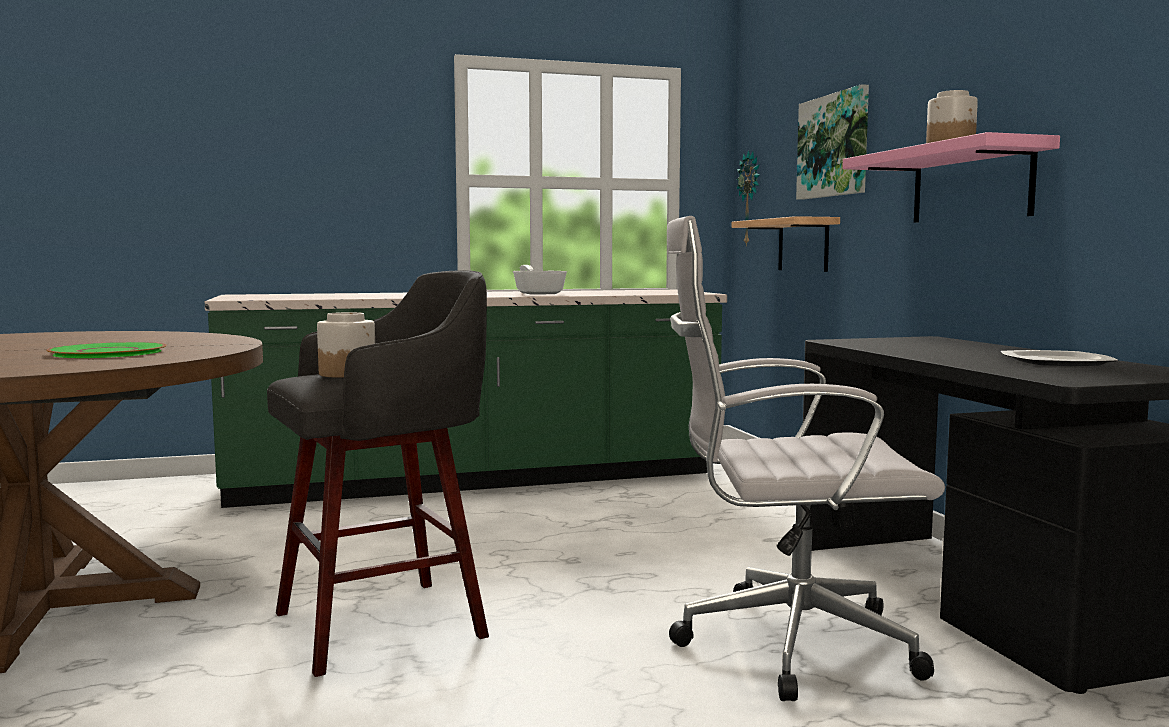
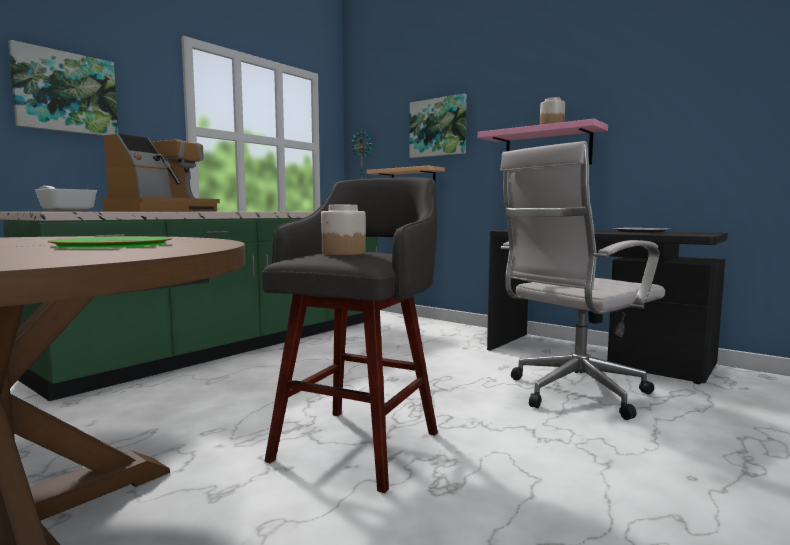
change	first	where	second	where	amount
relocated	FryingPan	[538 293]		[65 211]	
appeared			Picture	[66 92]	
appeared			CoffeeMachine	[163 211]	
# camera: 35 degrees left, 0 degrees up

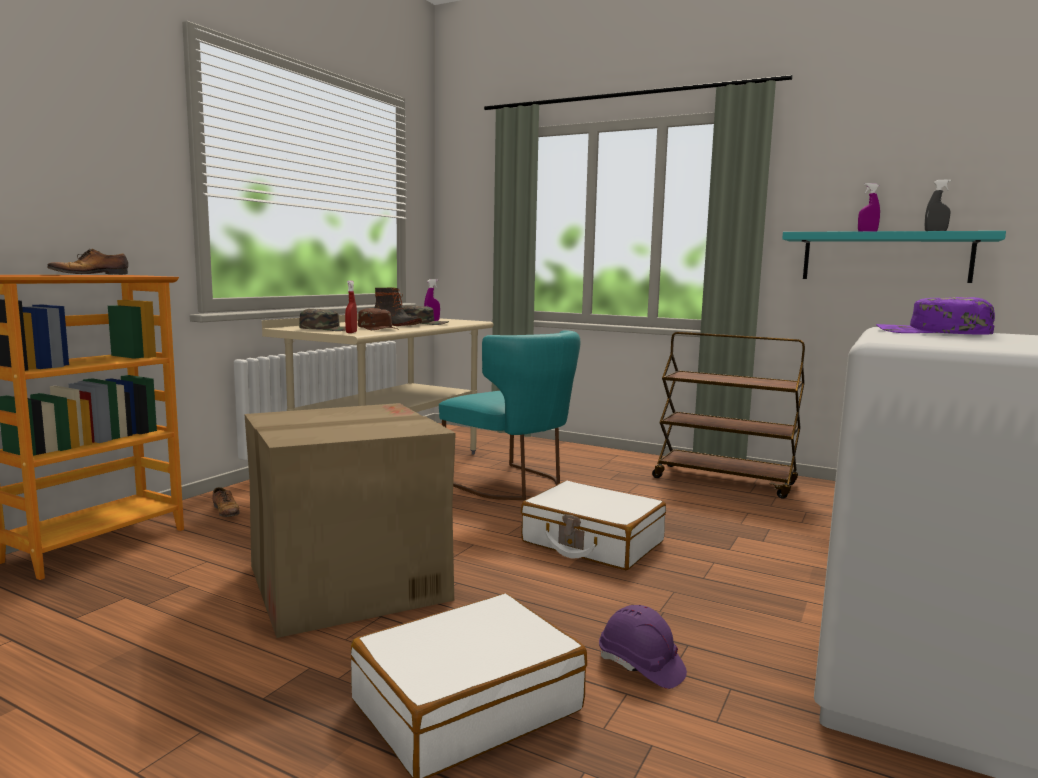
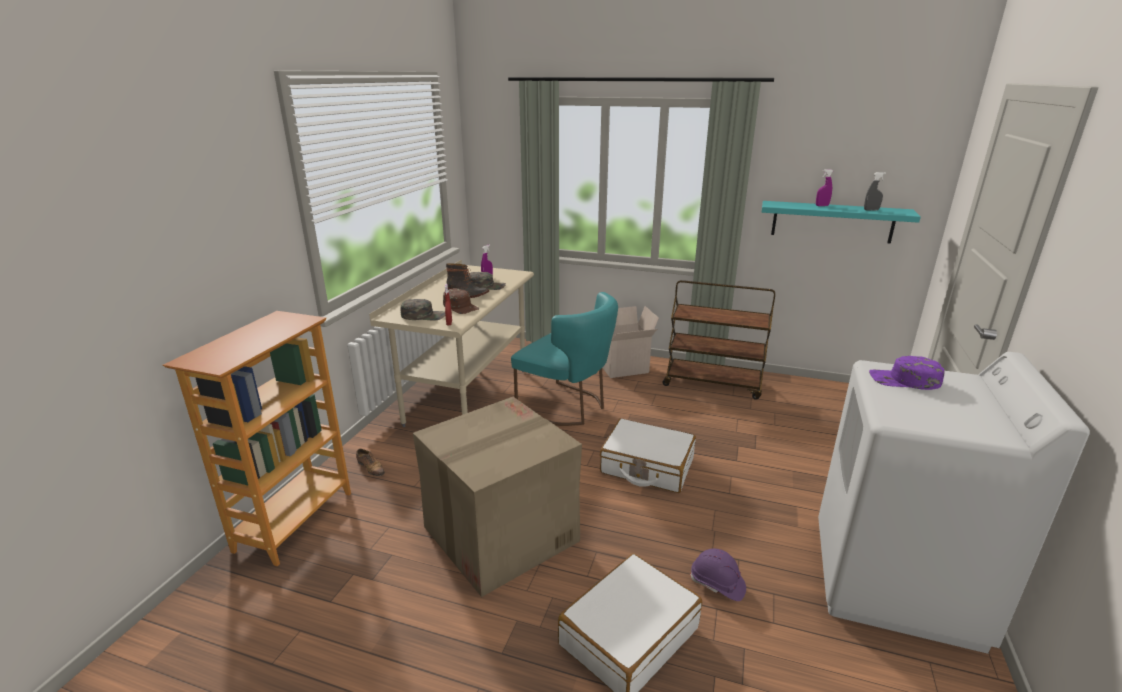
change	first	where	second	where	amount
missing	Shoe	[91 275]			
appeared			CardboardBox	[623 368]	
# camera: 10 degrees left, 15 degrees up

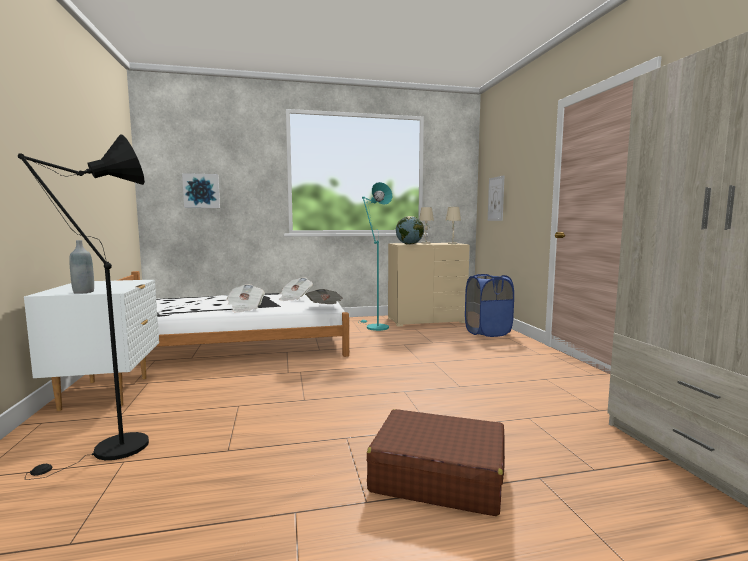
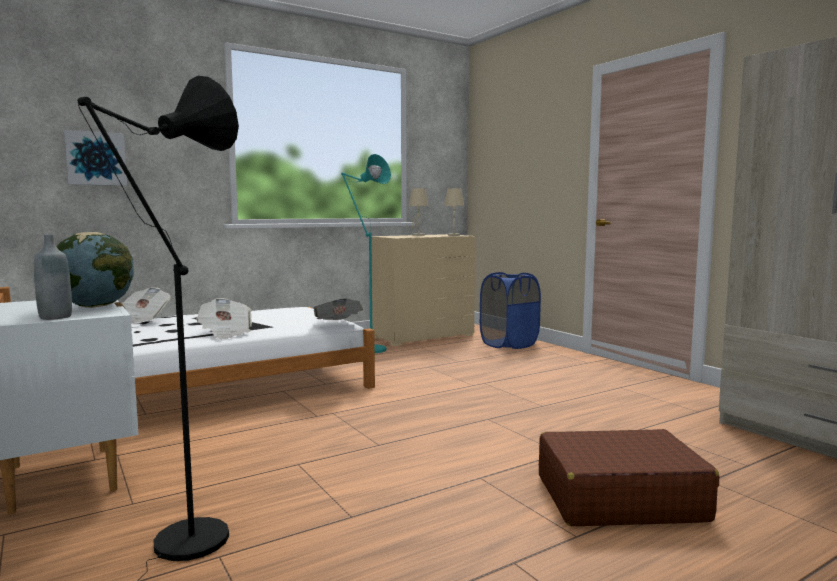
change	first	where	second	where	amount
missing	Picture	[496 199]			
relocated	Globe	[409 244]		[95 306]	
relocated	Newspaper	[295 298]		[142 319]	
# camera: 20 degrees left, 0 degrees up

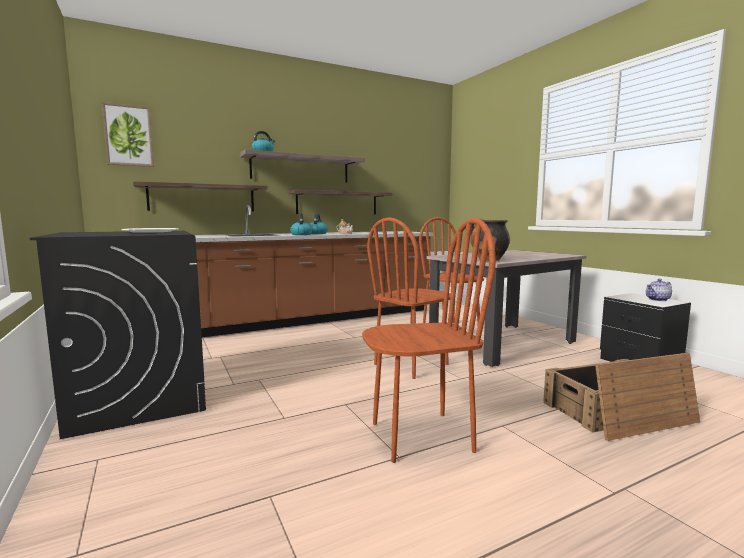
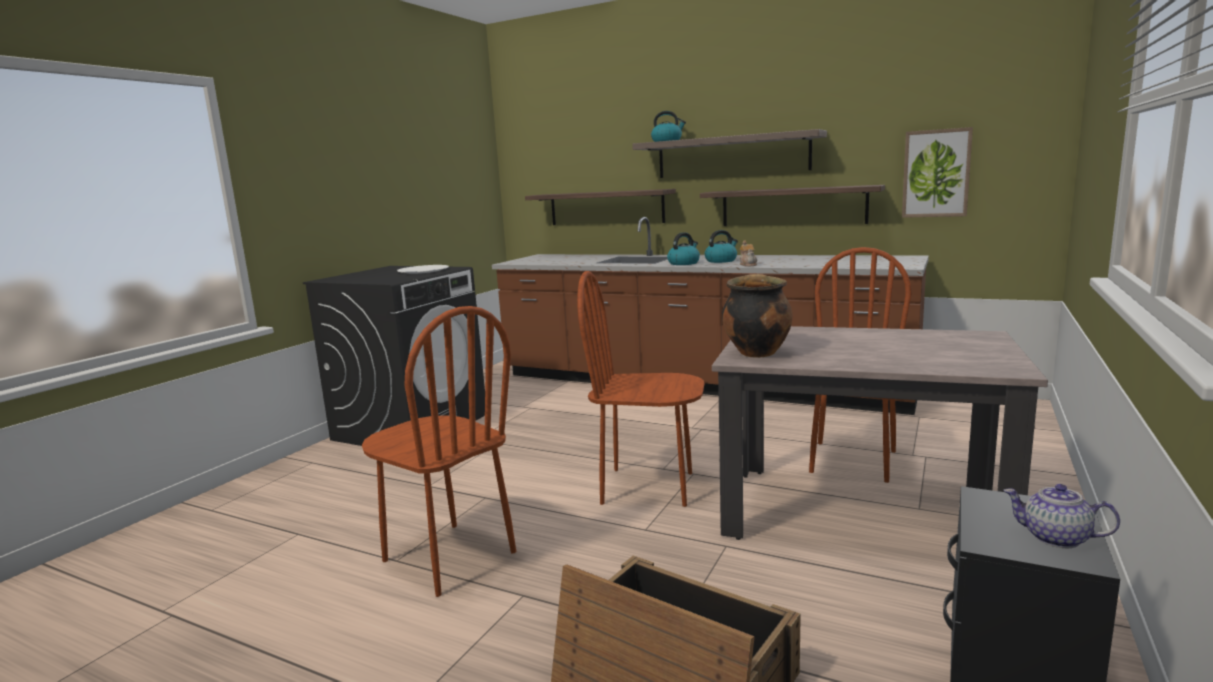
change	first	where	second	where	amount
relocated	Picture	[128 135]		[936 173]	
# camera: 55 degrees right, 5 degrees up

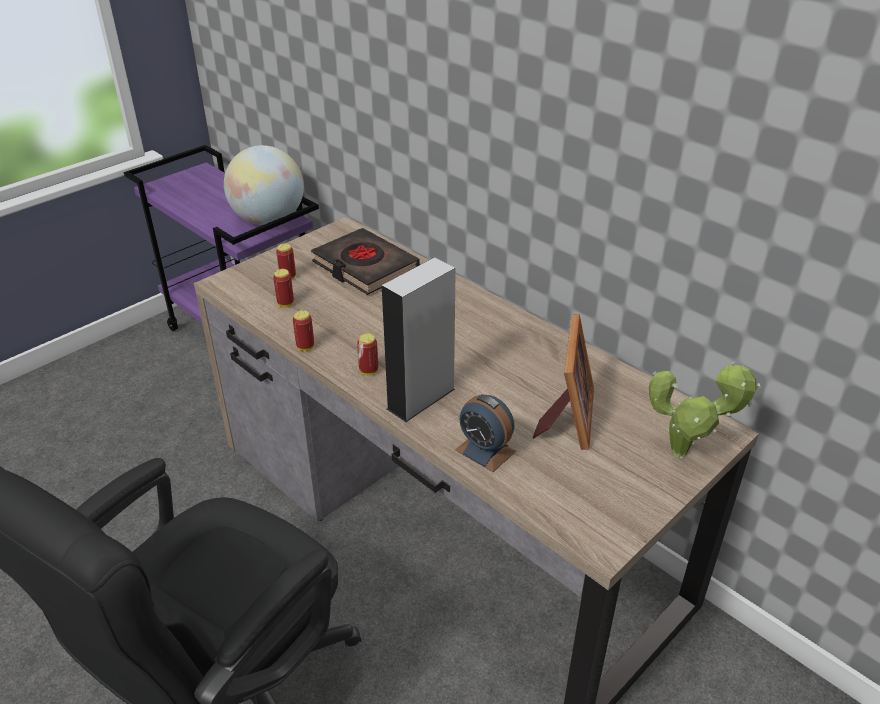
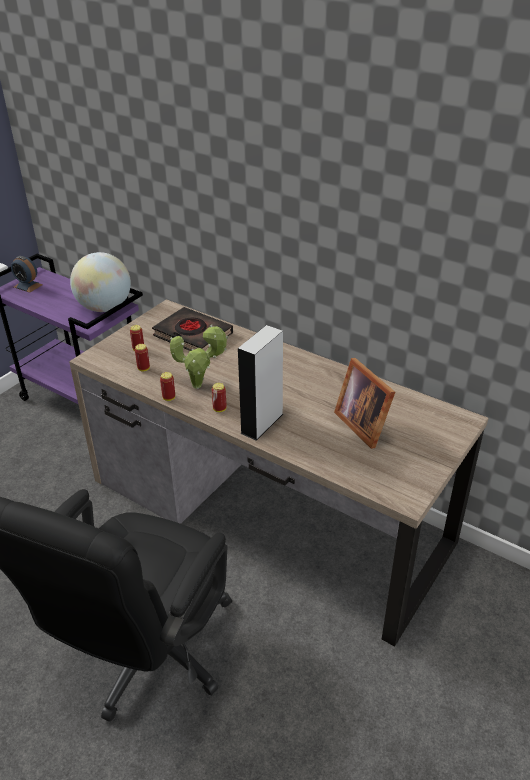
change	first	where	second	where	amount
spun	PictureFrame	[566 418]		[363 424]	150 degrees clockwise
relocated	PottedPlant	[685 453]		[200 385]	
relocated	AlarmClock	[485 450]		[28 286]	
# camera: 10 degrees left, 0 degrees up

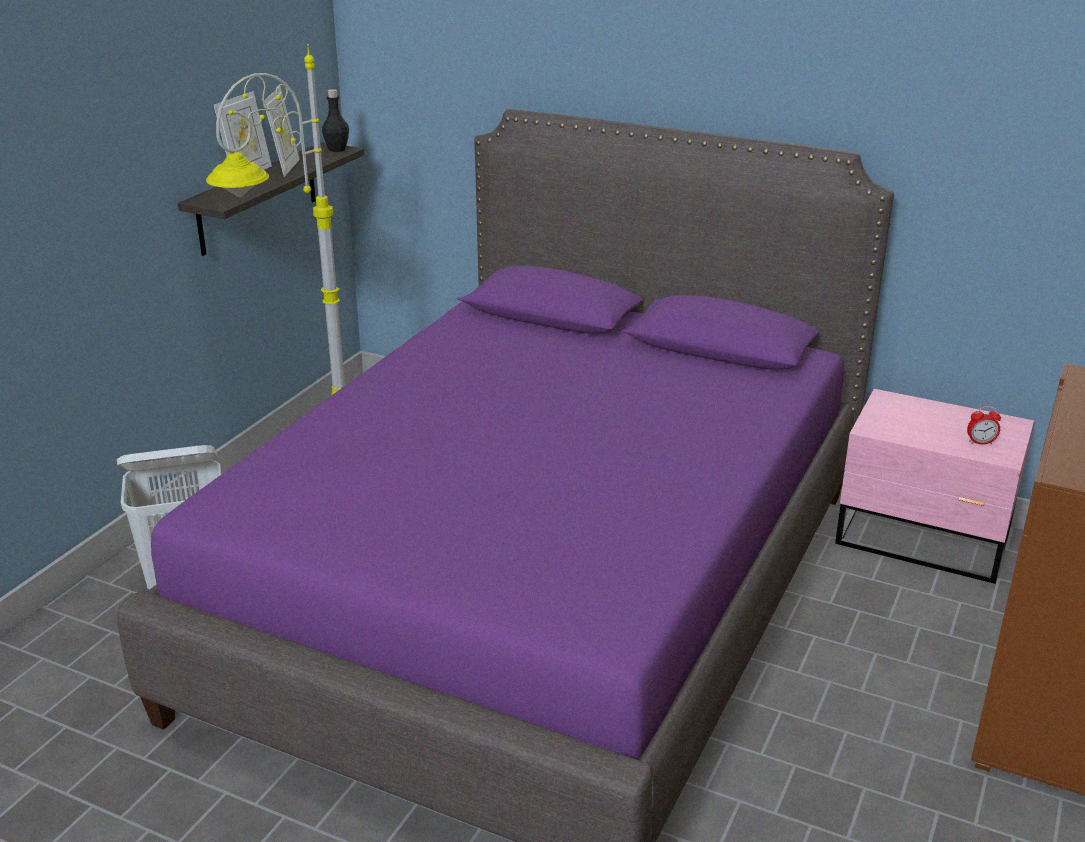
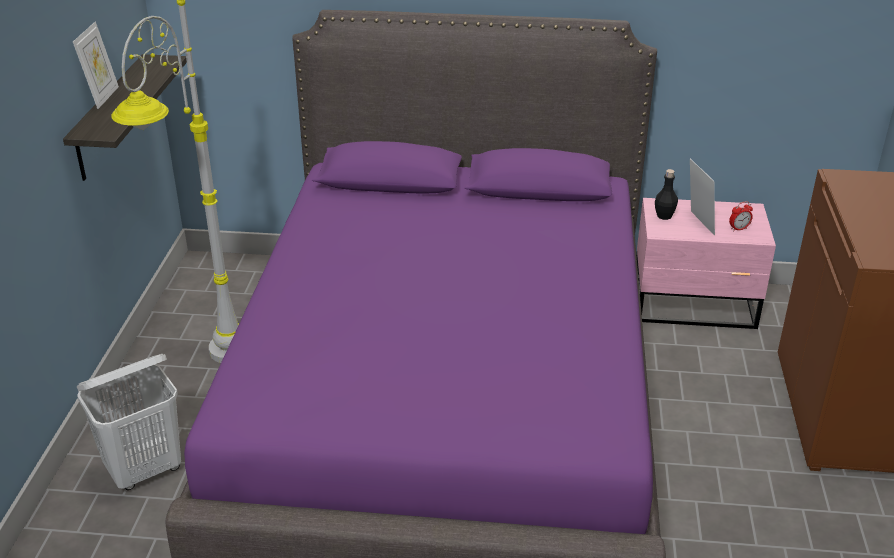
change	first	where	second	where	amount
relocated	PictureFrame	[285 167]		[698 223]	
relocated	BlackBottle	[337 149]		[664 216]	
# camera: 20 degrees left, 5 degrees up

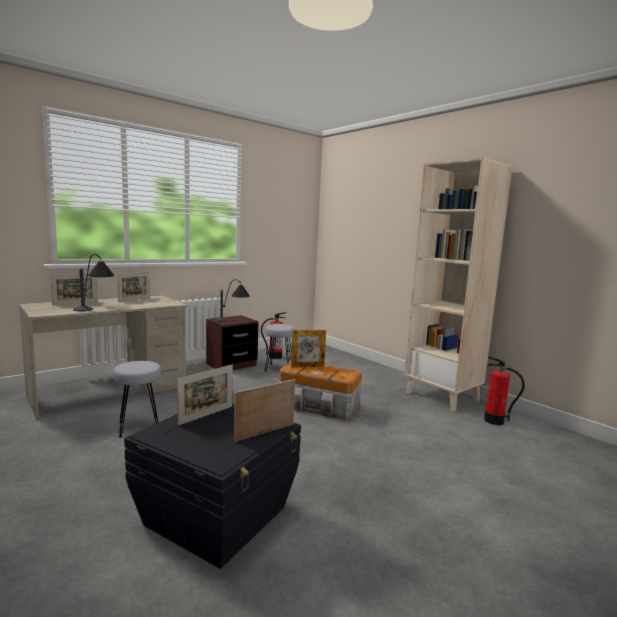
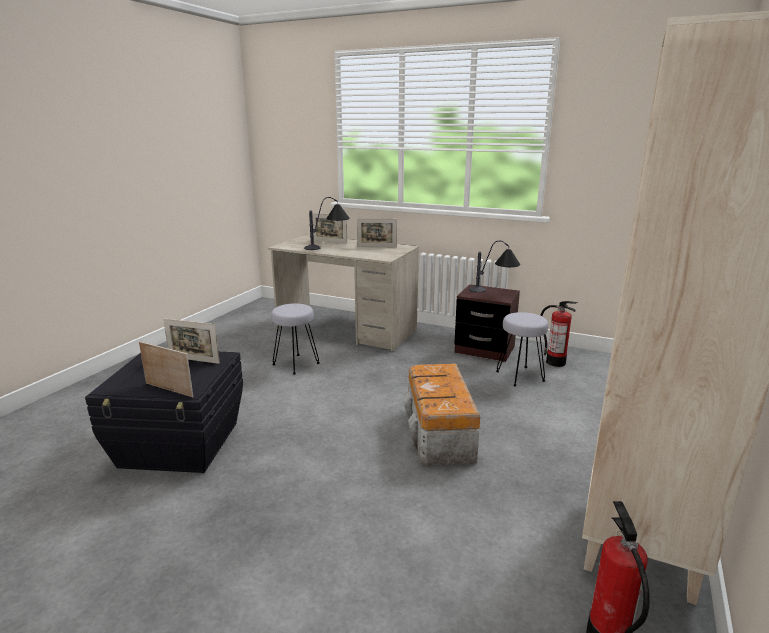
change	first	where	second	where	amount
missing	PictureFrame	[307 366]			
# camera: 65 degrees right, 10 degrees up

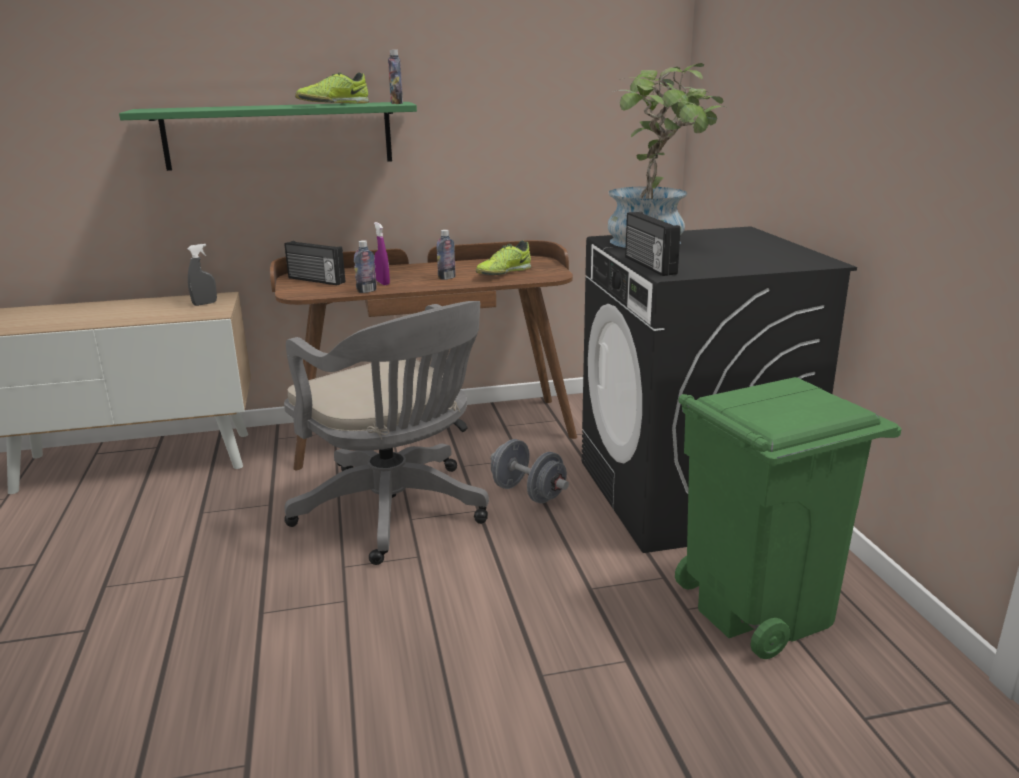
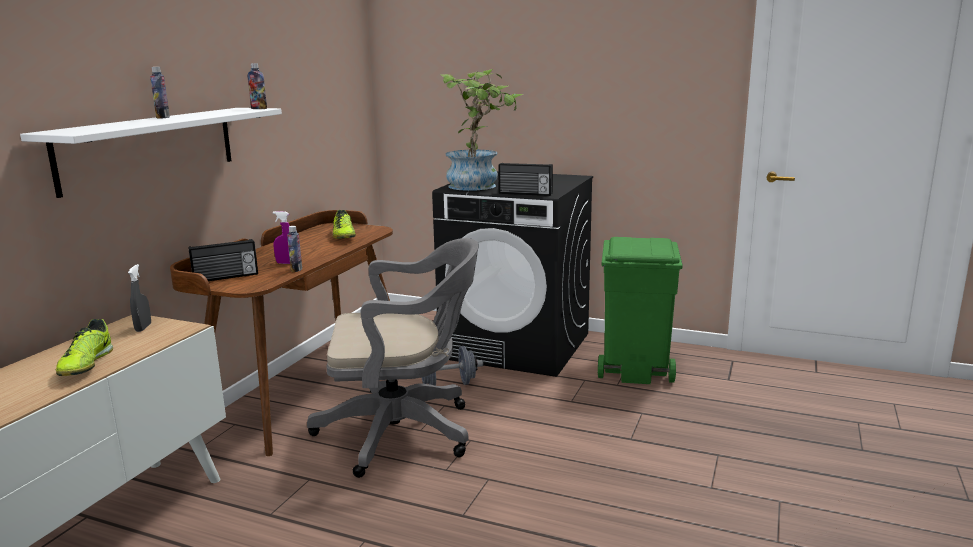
change	first	where	second	where	amount
relocated	Shoe	[333 104]		[86 365]	
colour	GreenShelf	[279 135]	WhiteShelf	[150 148]	
relocated	Bottle	[446 278]		[163 117]	
# camera: 55 degrees left, 5 degrees down

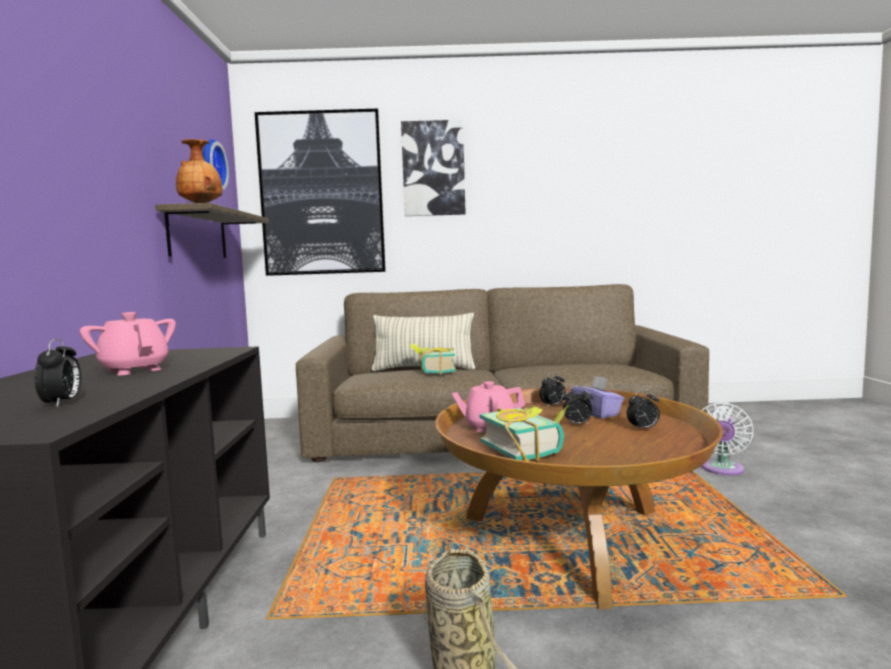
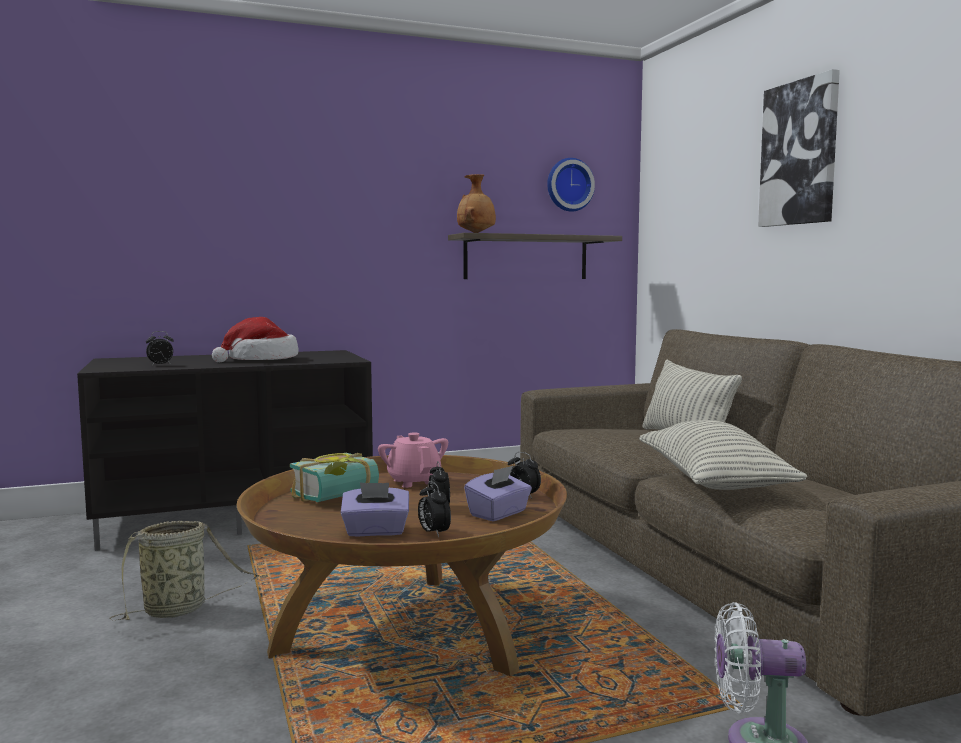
change	first	where	second	where	amount
missing	Picture	[322 194]			
exchanged	PinkTeapot	[134 370]	Hat	[261 360]	
missing	Book	[432 371]			
appeared			Pillow	[713 482]	
appeared			PurpleTissueBox	[375 531]	
# camera: 70 degrees right, 0 degrees up

